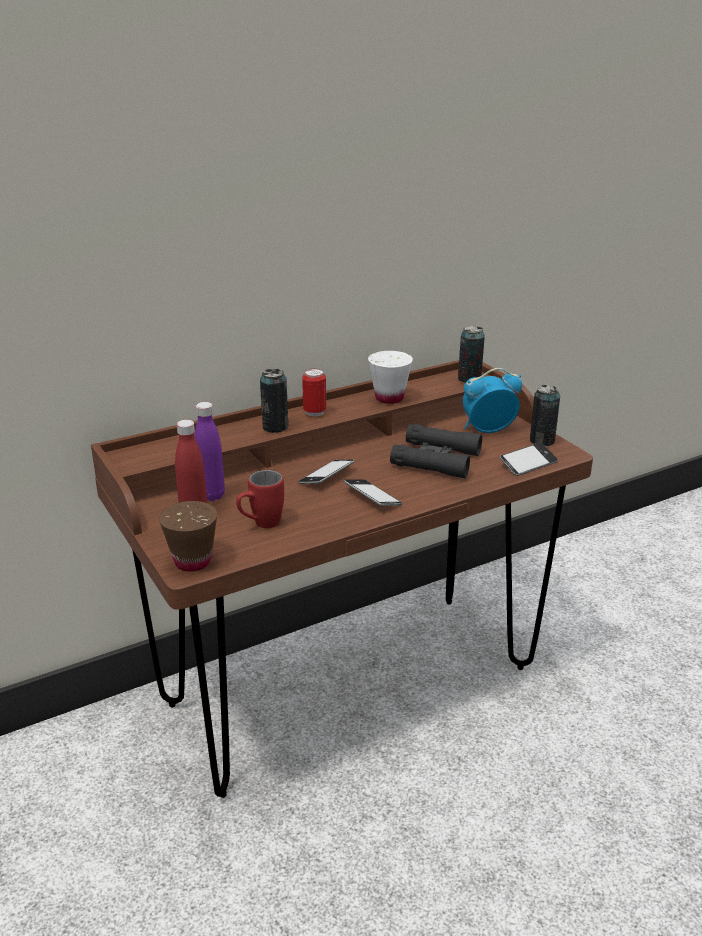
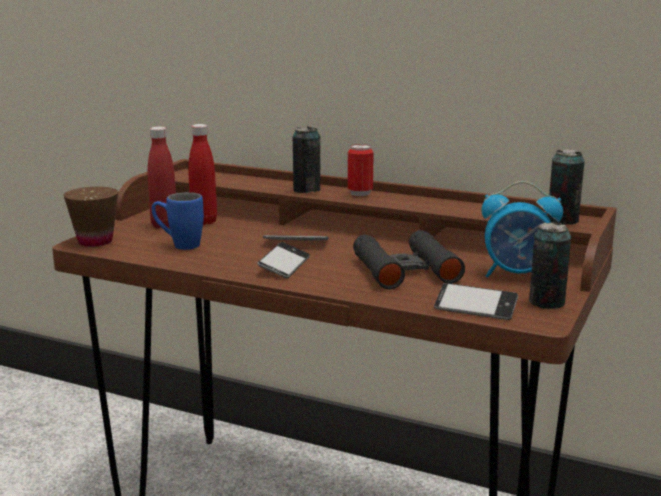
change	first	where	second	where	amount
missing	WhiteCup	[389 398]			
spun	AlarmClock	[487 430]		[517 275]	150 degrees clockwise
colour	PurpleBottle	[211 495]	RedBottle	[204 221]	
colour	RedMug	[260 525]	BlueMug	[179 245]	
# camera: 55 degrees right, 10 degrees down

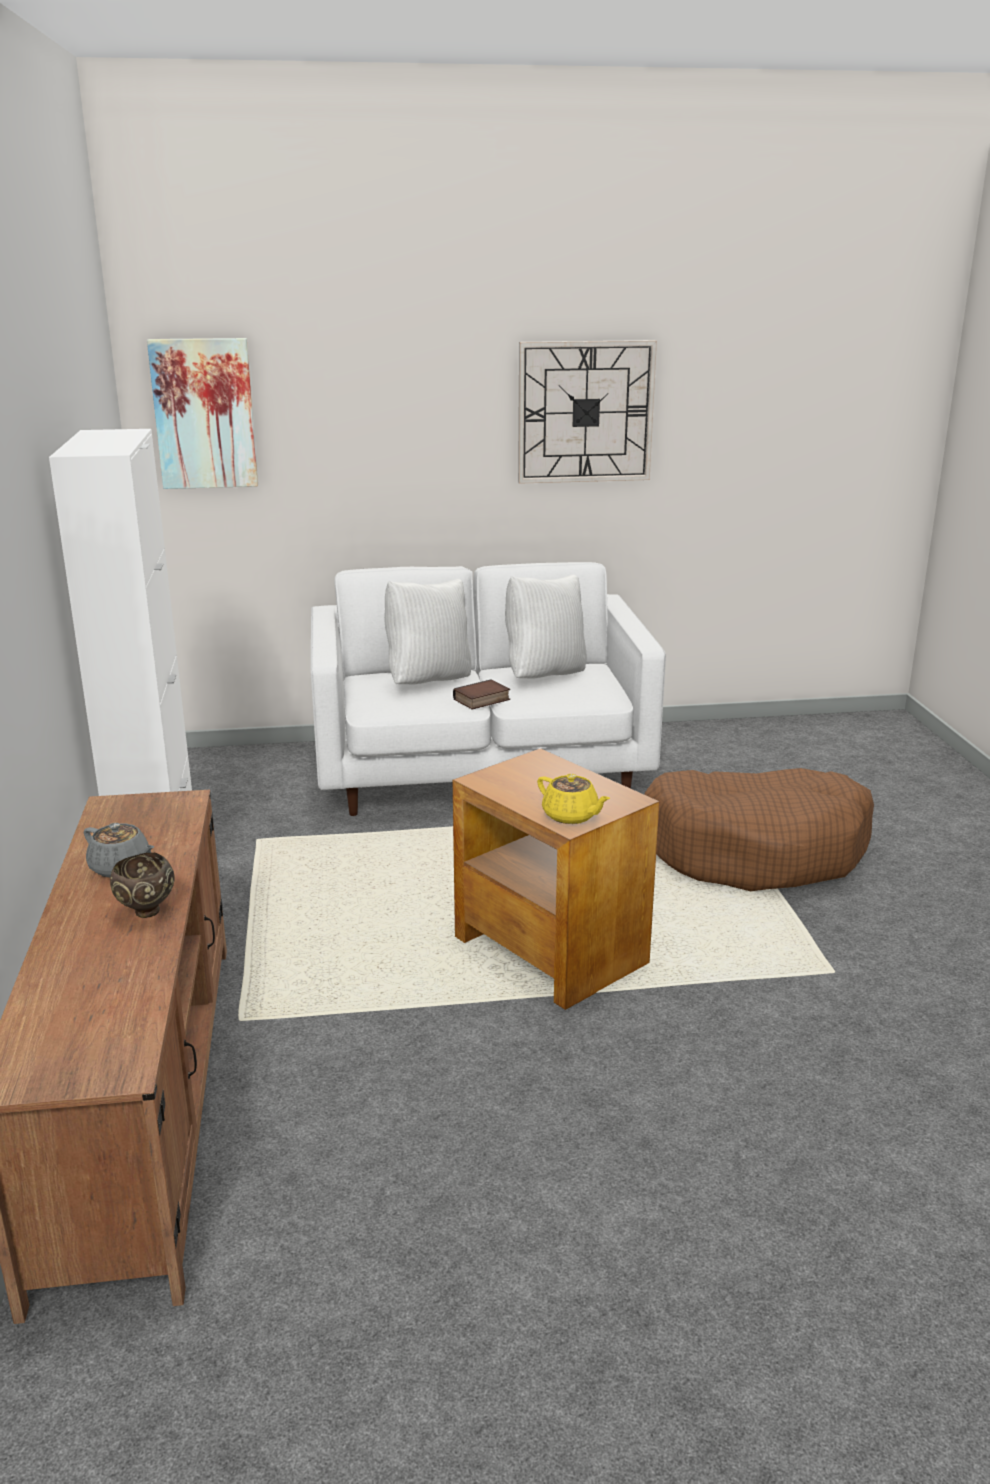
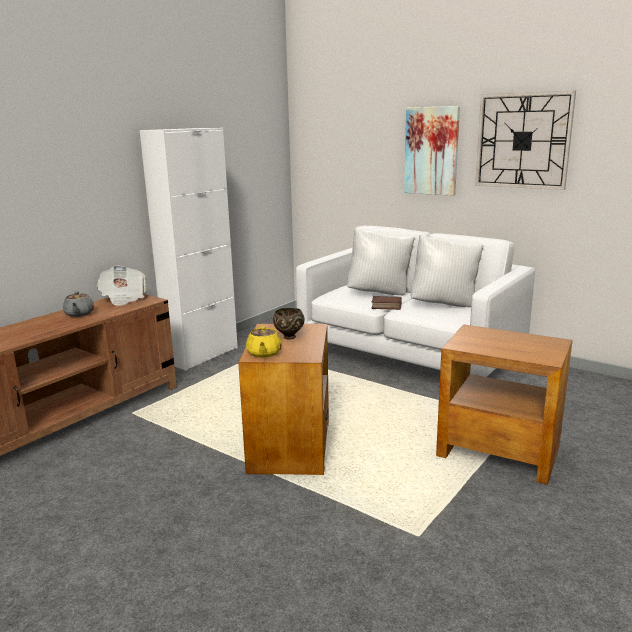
change	first	where	second	where	amount
relocated	Picture	[204 414]		[431 151]	
exchanged	BrownDogBed	[755 850]	BrownSideTable	[497 450]	
relocated	BrownBowl	[146 913]		[288 337]	
appeared			Newspaper	[123 298]	
# camera: 45 degrees right, 5 degrees down

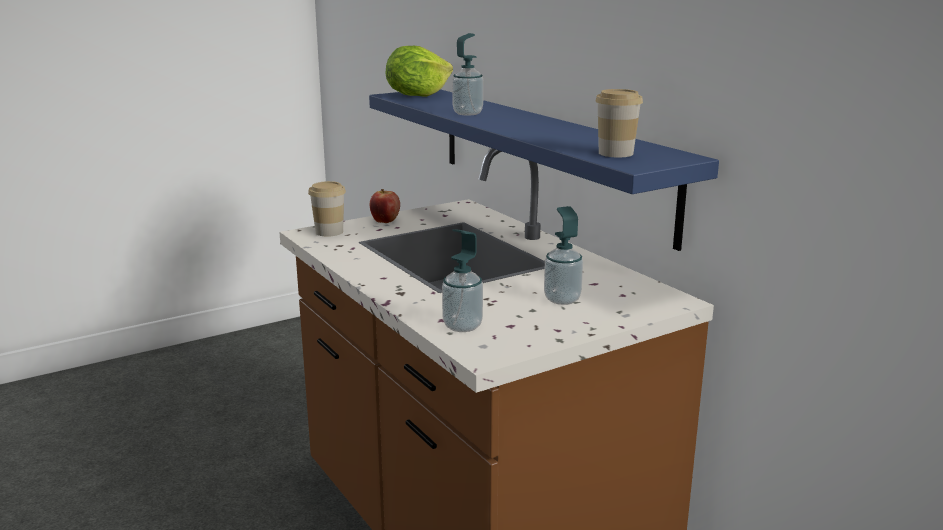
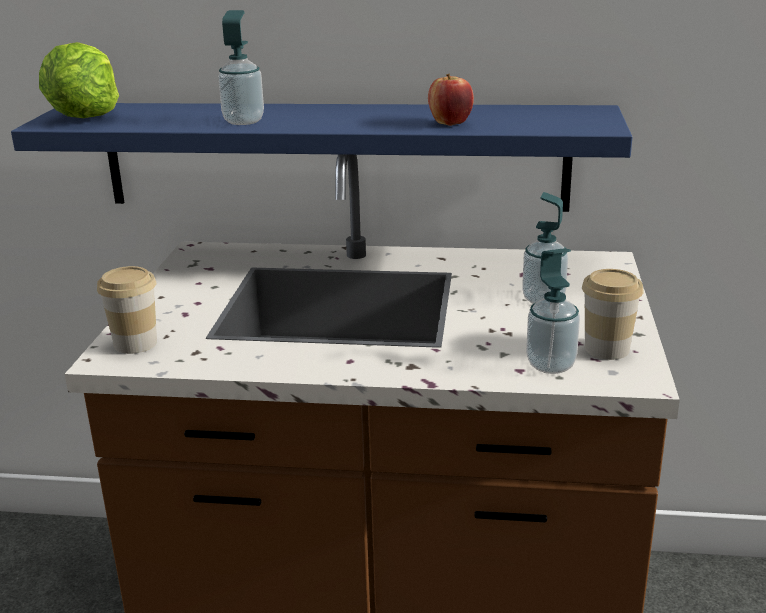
change	first	where	second	where	amount
relocated	Cup	[616 153]		[607 349]	
relocated	Apple	[385 221]		[450 123]	
# camera: 50 degrees left, 5 degrees up

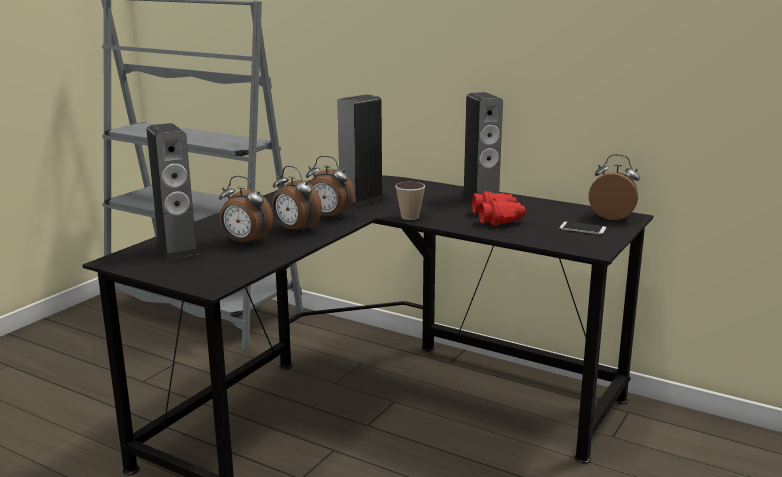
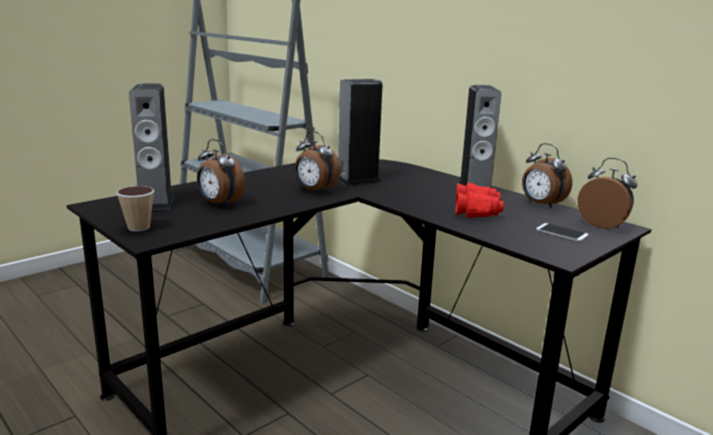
change	first	where	second	where	amount
relocated	AlarmClock	[295 230]		[541 205]	
relocated	Cup	[410 217]		[139 227]	
# camera: 15 degrees right, 0 degrees up

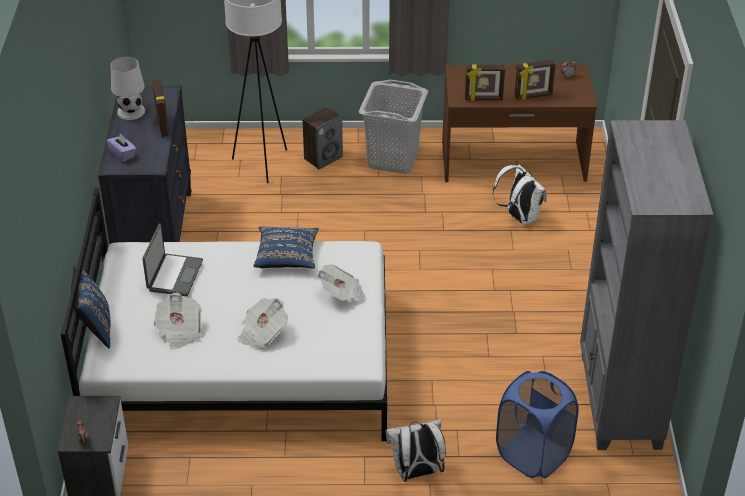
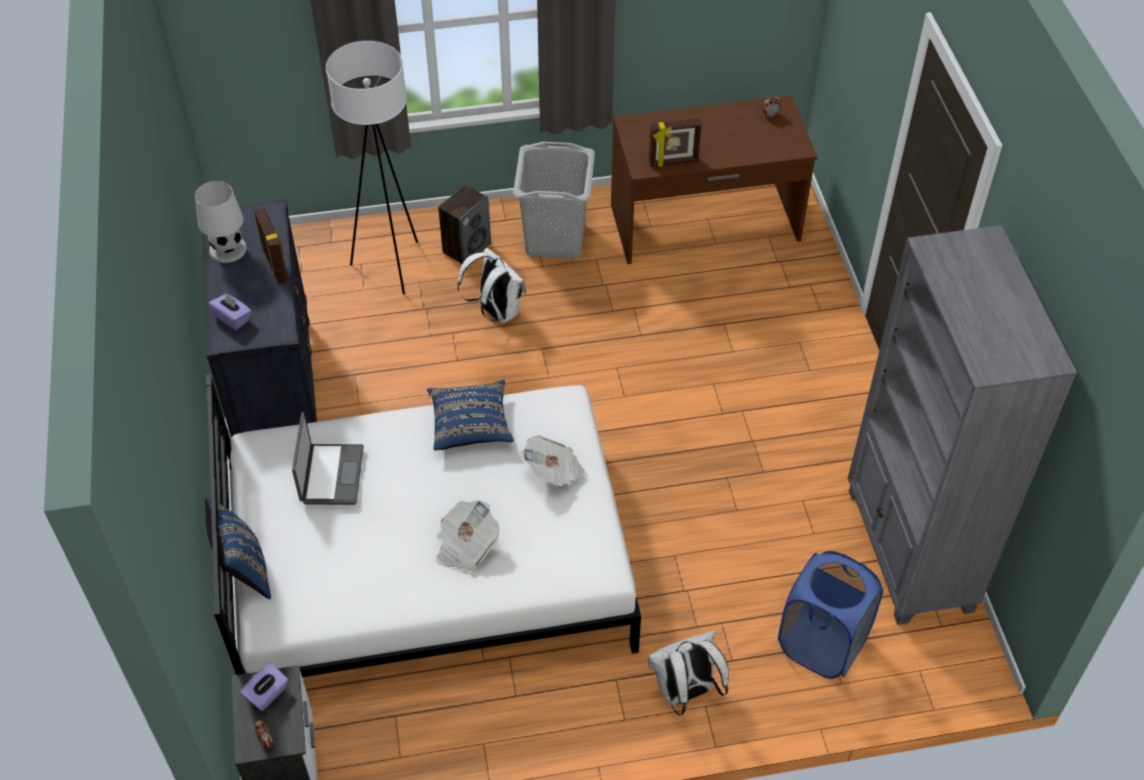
change	first	where	second	where	amount
missing	PictureFrame	[533 96]			
relocated	WhiteBackpack	[519 217]		[496 312]	
missing	Newspaper	[179 331]			
appeared			PurpleTissueBox	[267 694]	
# camera: 10 degrees left, 10 degrees up

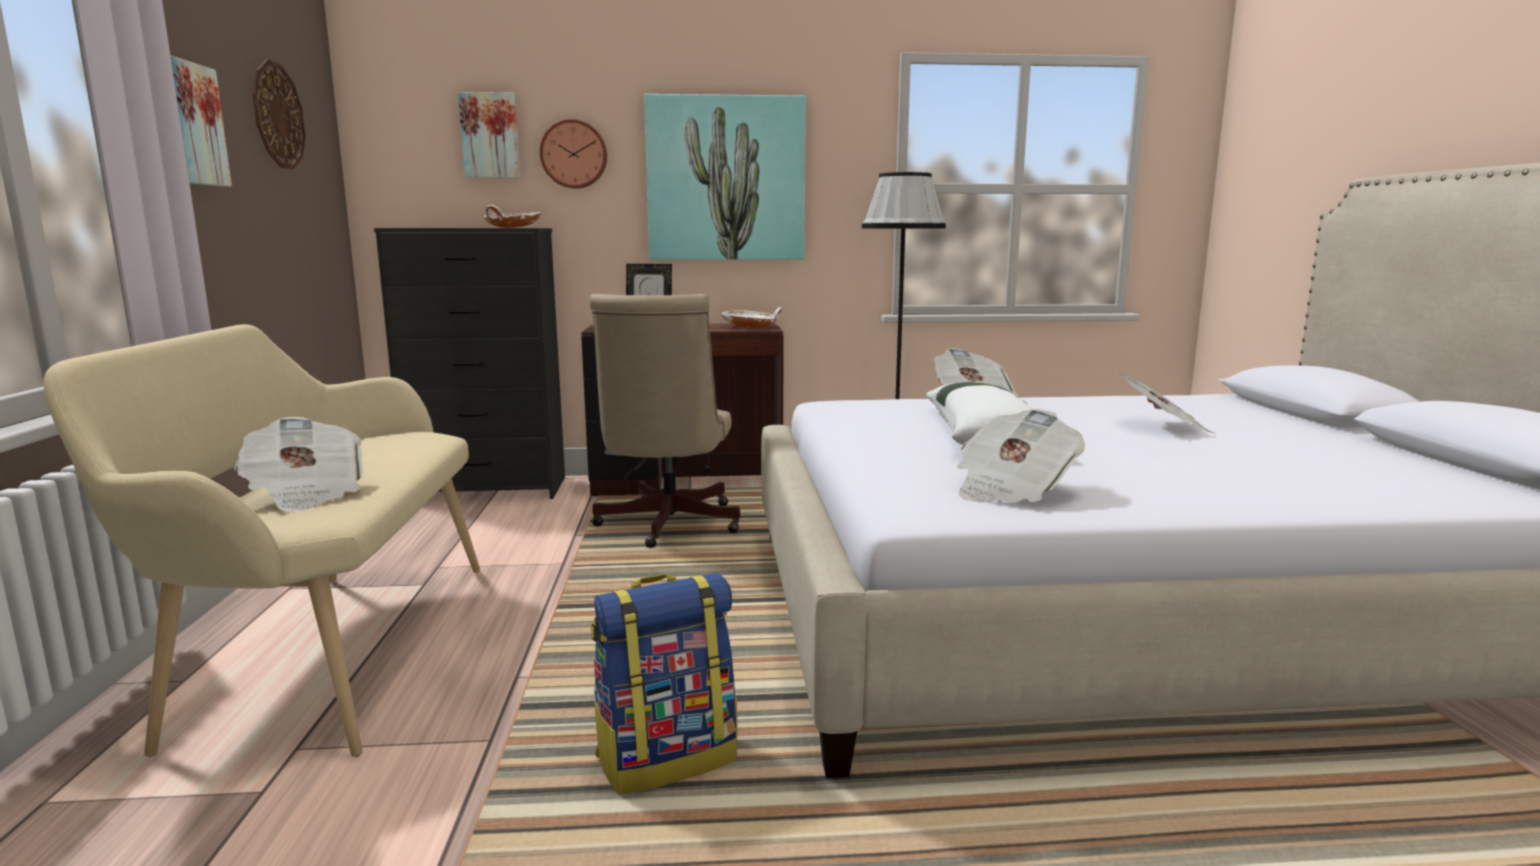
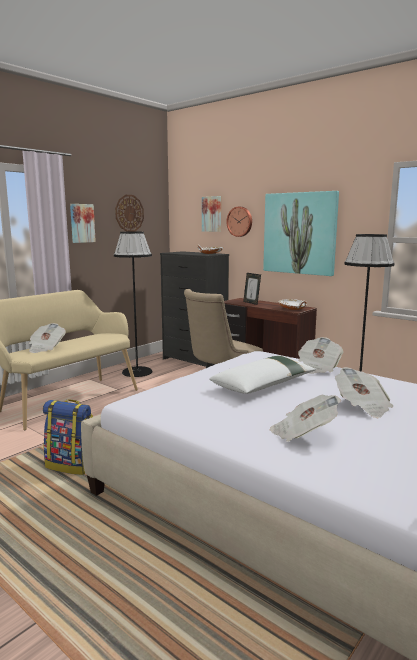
change	first	where	second	where	amount
relocated	Newspaper	[1011 490]		[303 433]	
appeared			BlackFloorLamp	[137 372]	
# camera: 45 degrees right, 0 degrees up

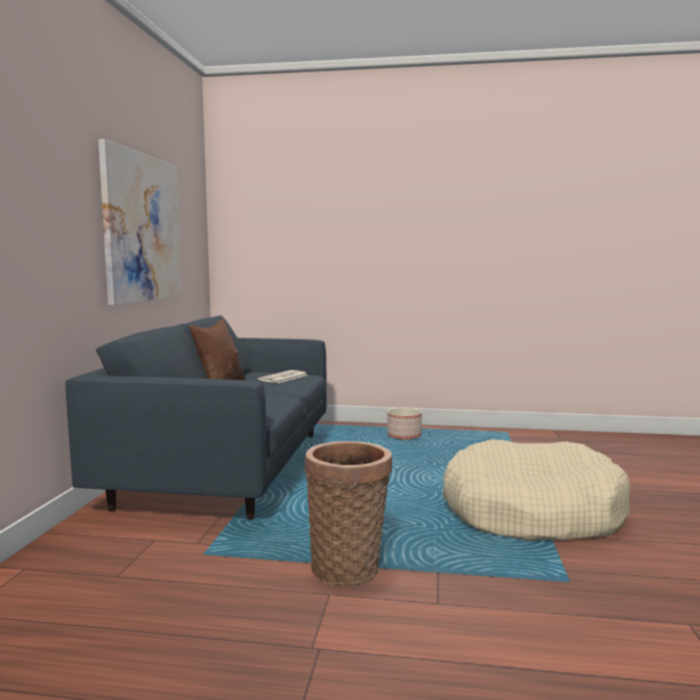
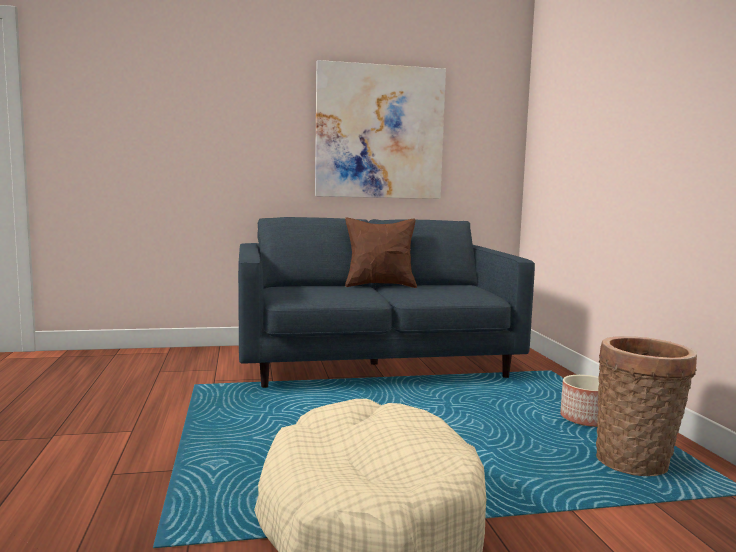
change	first	where	second	where	amount
missing	Newspaper	[283 378]			
relocated	Basket	[348 566]		[636 463]	
# camera: 70 degrees right, 0 degrees up

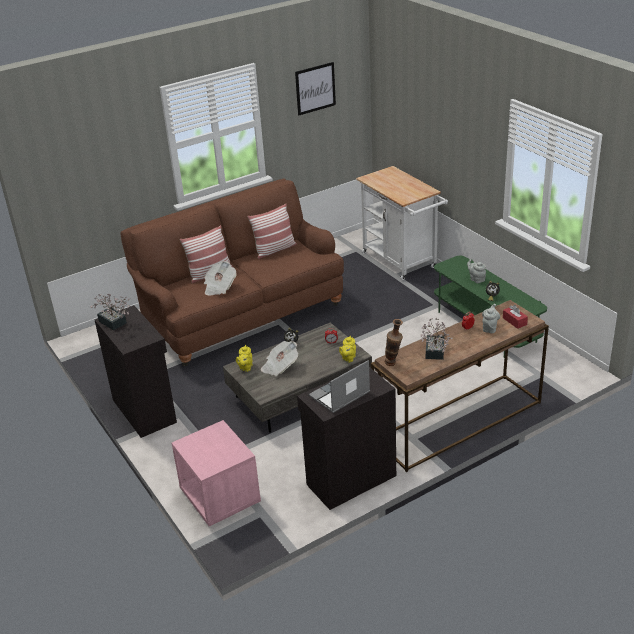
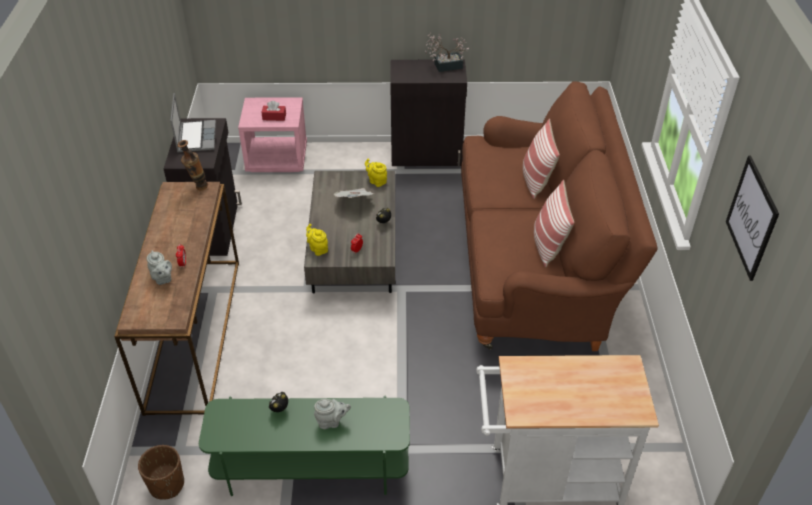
change	first	where	second	where	amount
missing	Newspaper	[219 287]			
relocated	RedTissueBox	[514 321]		[274 117]	
missing	PottedPlant	[434 353]			
appeared			BrownPlanter	[166 484]	
# camera: 120 degrees right, 10 degrees up

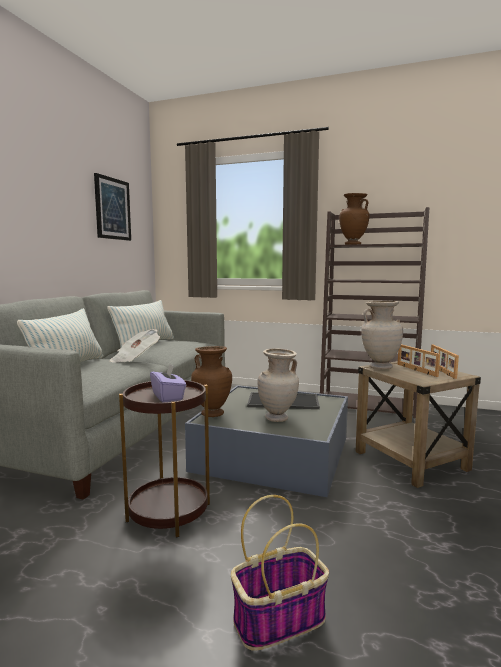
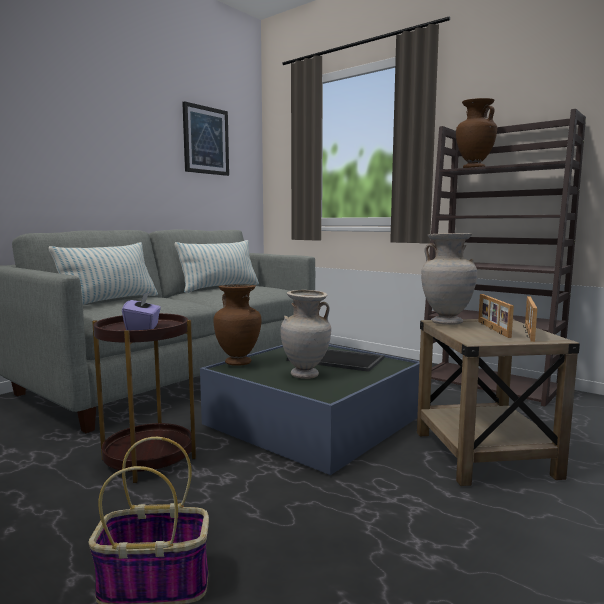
change	first	where	second	where	amount
missing	Newspaper	[135 359]			
# camera: 20 degrees right, 0 degrees up

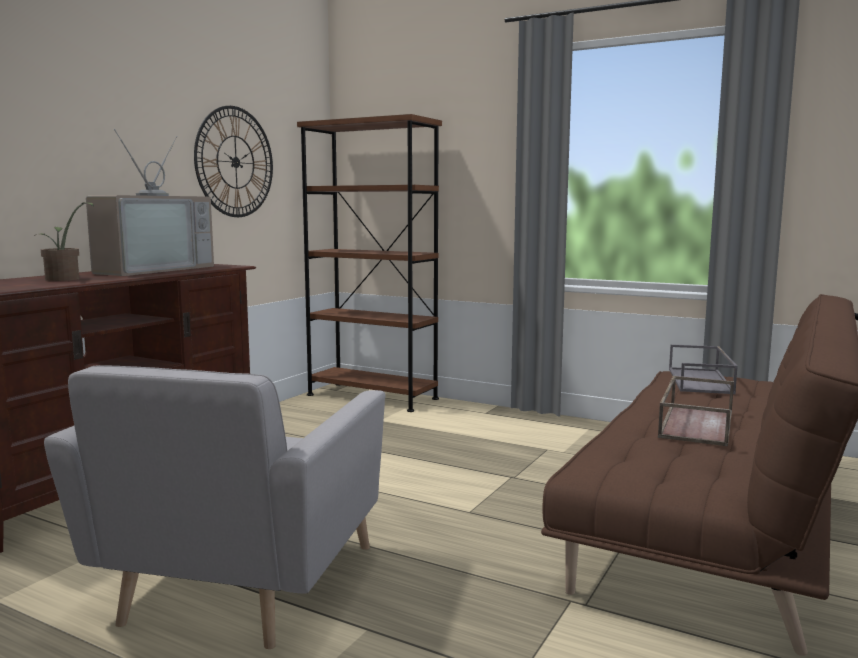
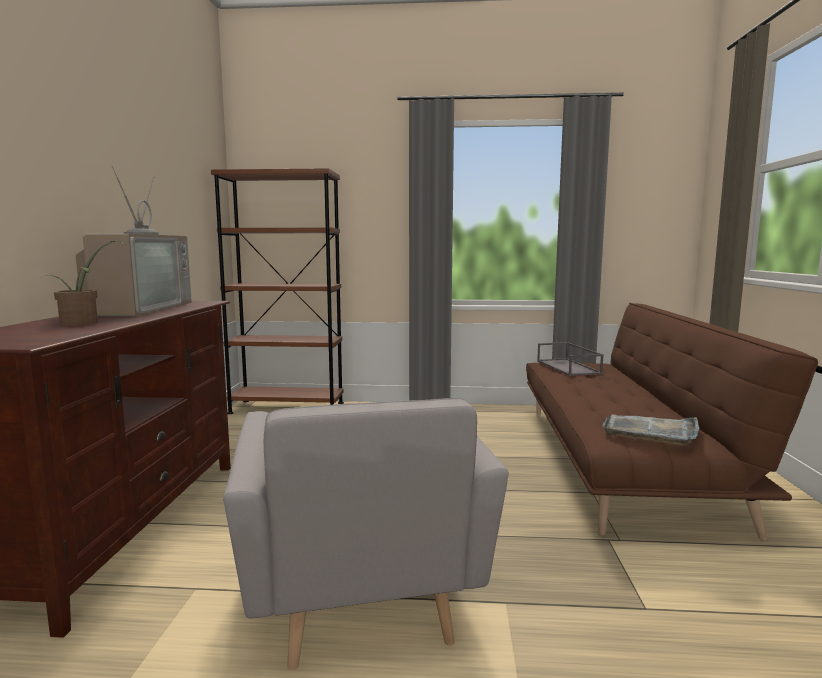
change	first	where	second	where	amount
missing	WallClock	[235 162]			
missing	BrownTray	[695 423]			
appeared			GreyTray	[650 431]	
# camera: 25 degrees left, 0 degrees up

